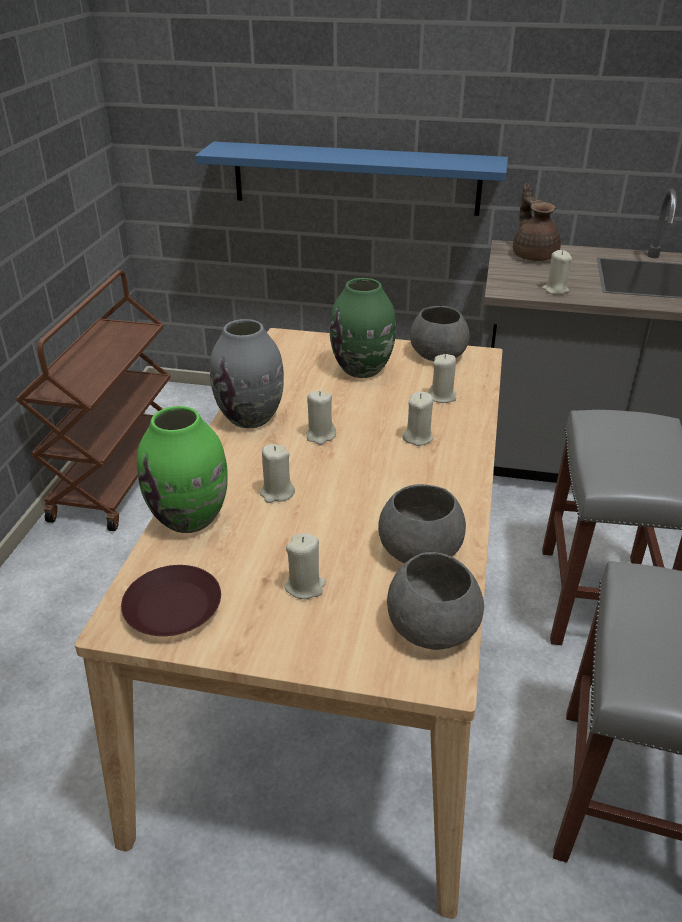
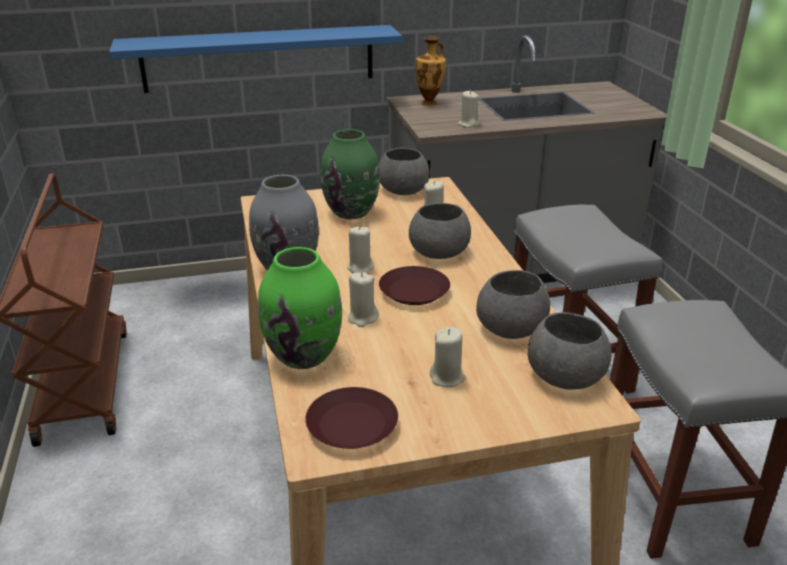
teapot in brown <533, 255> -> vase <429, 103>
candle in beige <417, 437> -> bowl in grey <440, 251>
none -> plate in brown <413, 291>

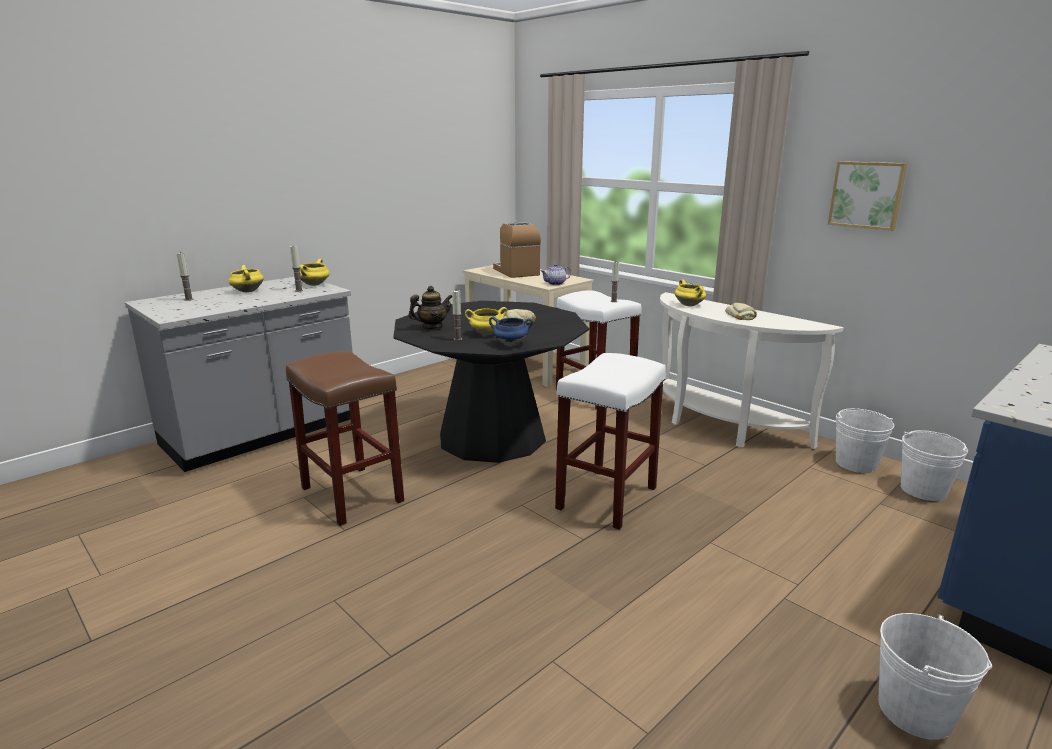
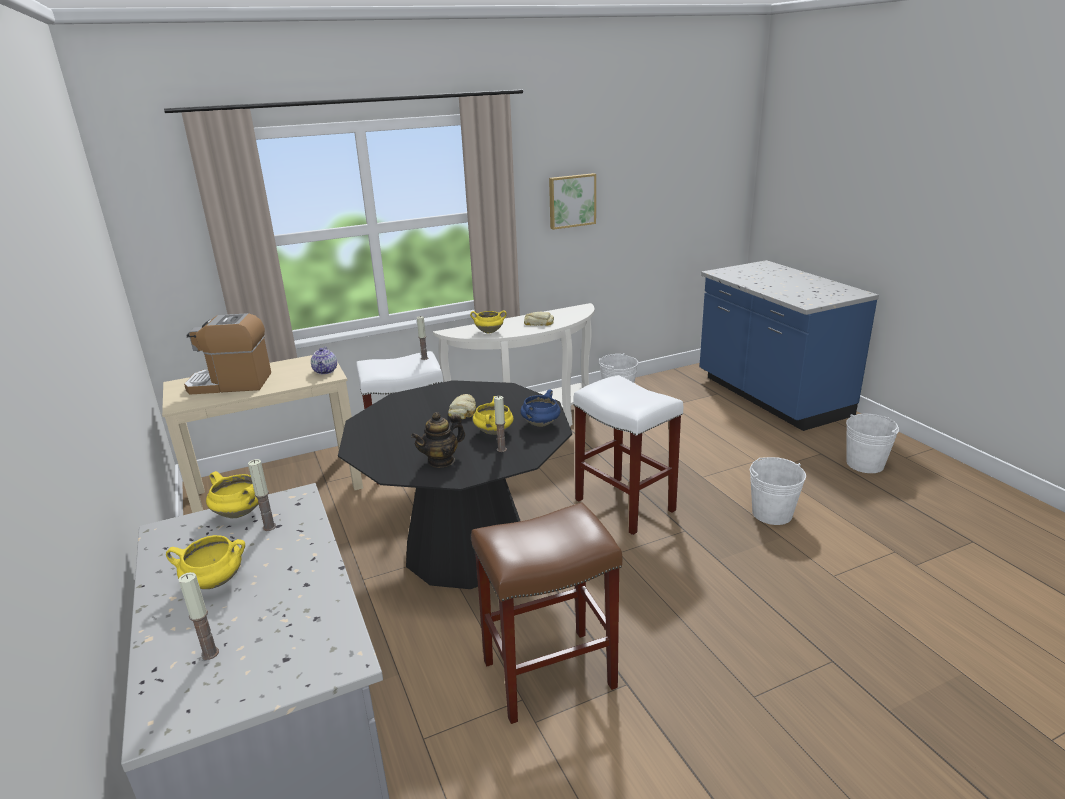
teapot <432, 327> -> teapot <441, 461>, 120 degrees counterclockwise
bucket in white <923, 490> -> bucket in white <772, 513>, moved

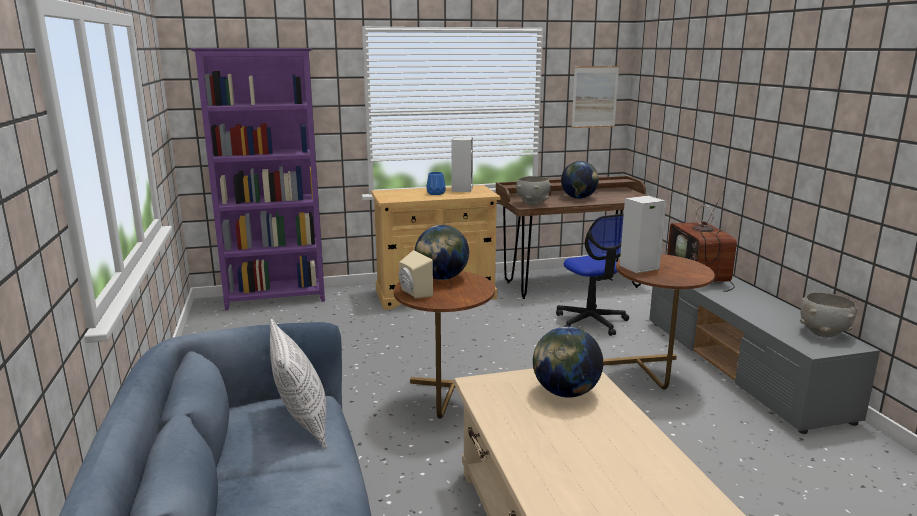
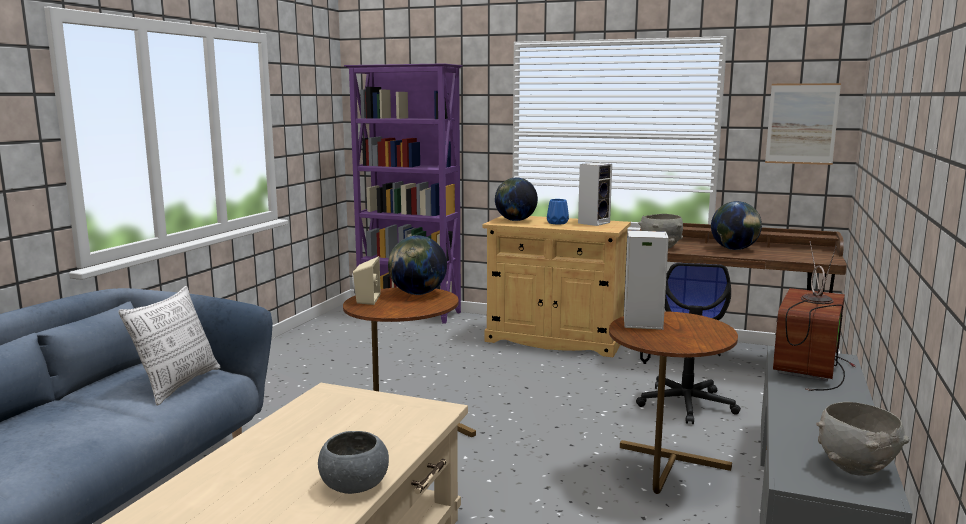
globe <565, 393> -> globe <515, 220>, moved
none -> bowl in grey <354, 486>

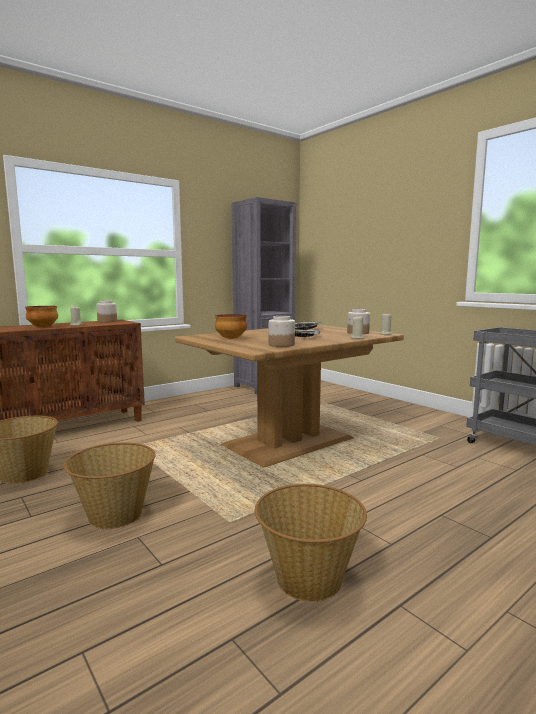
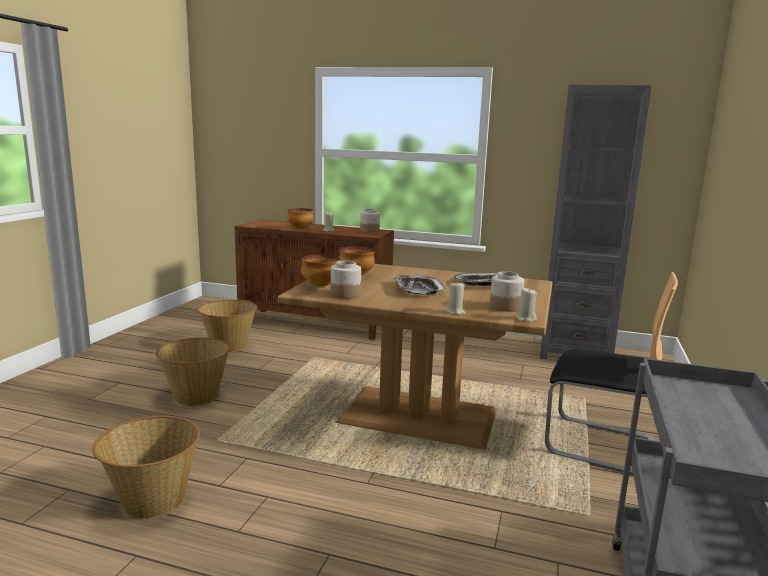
none -> bowl <321, 285>
none -> chair <600, 445>

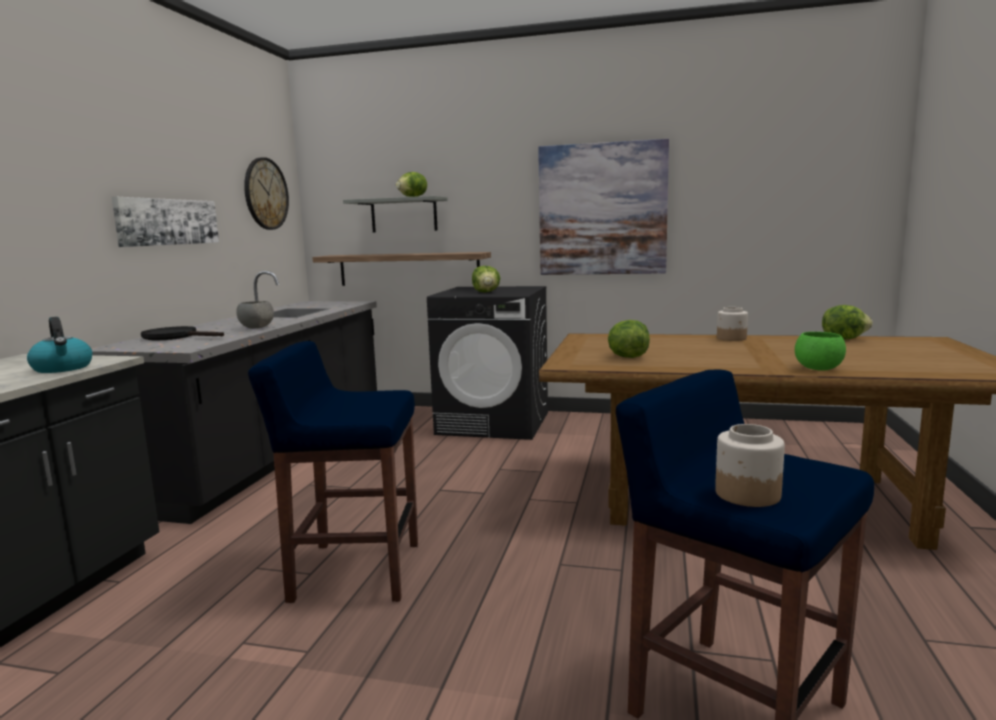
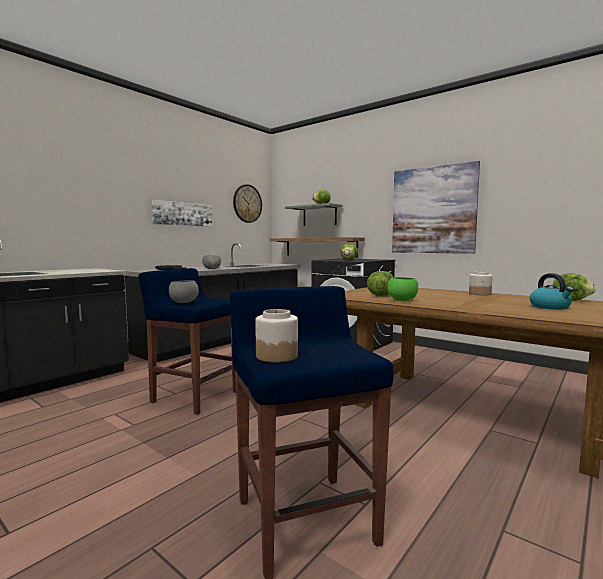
kettle <63, 368> -> kettle <550, 307>, moved
bowl in green <819, 369> -> bowl in green <402, 300>, moved
none -> bowl in grey <183, 302>

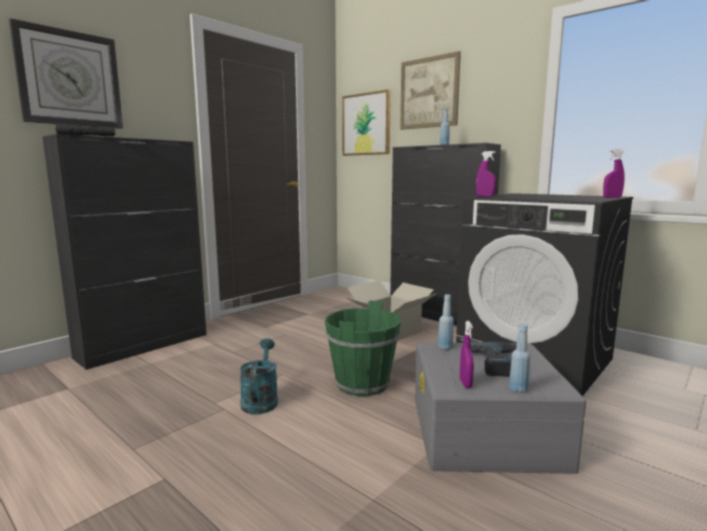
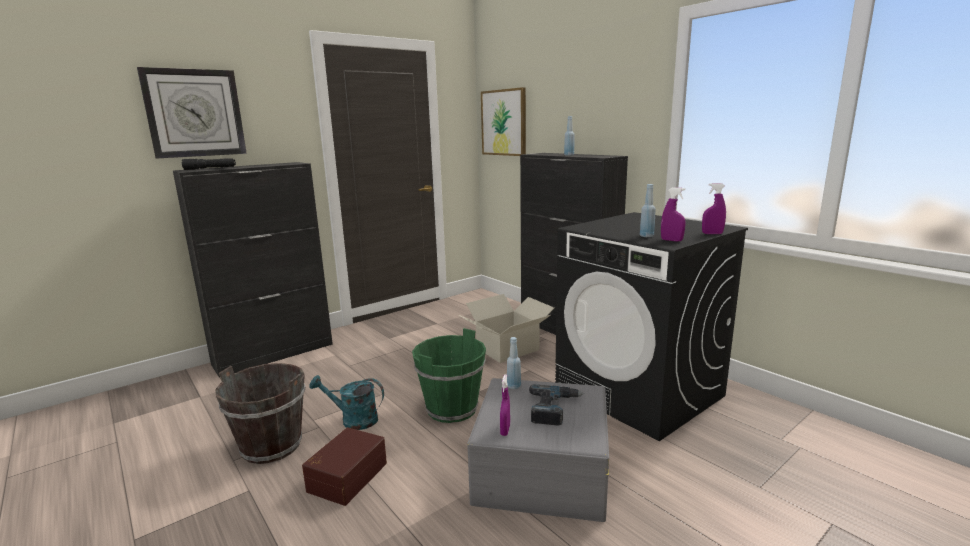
picture <429, 93> -> none
spray bottle in purple <485, 196> -> spray bottle in purple <671, 240>, moved
bottle in blue <518, 389> -> bottle in blue <646, 236>, moved
watering can in turquoise <260, 400> -> watering can in turquoise <353, 420>, 90 degrees counterclockwise
none -> bucket in brown <272, 446>
none -> storage box in brown <346, 476>

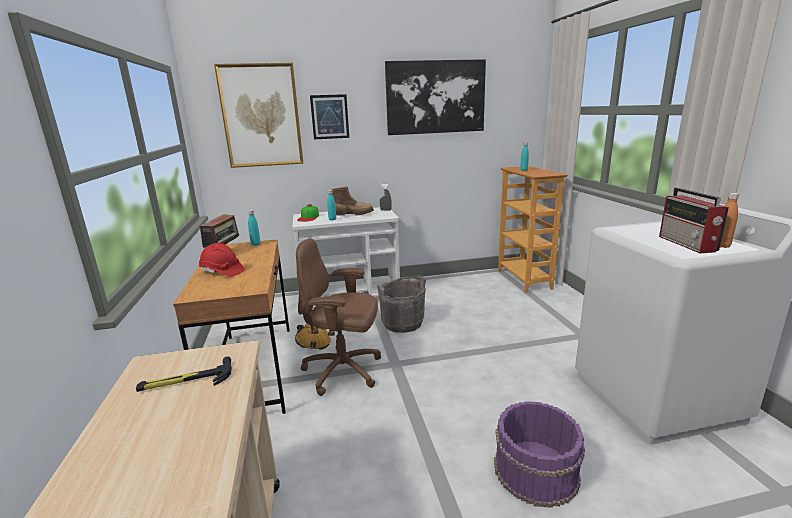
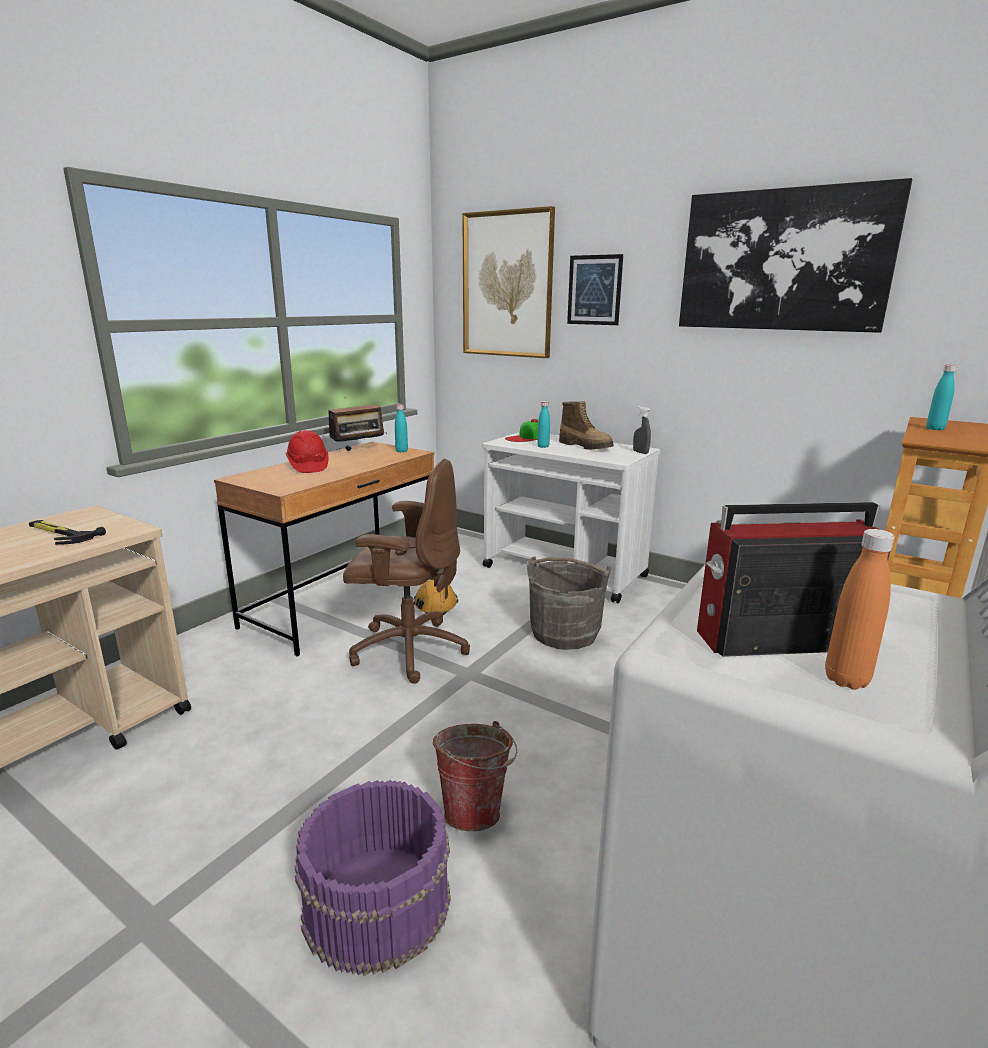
radio <687, 244> -> radio <775, 640>, 45 degrees clockwise
office chair in brown <344, 371> -> office chair in brown <408, 649>, 135 degrees clockwise
none -> bucket <475, 809>

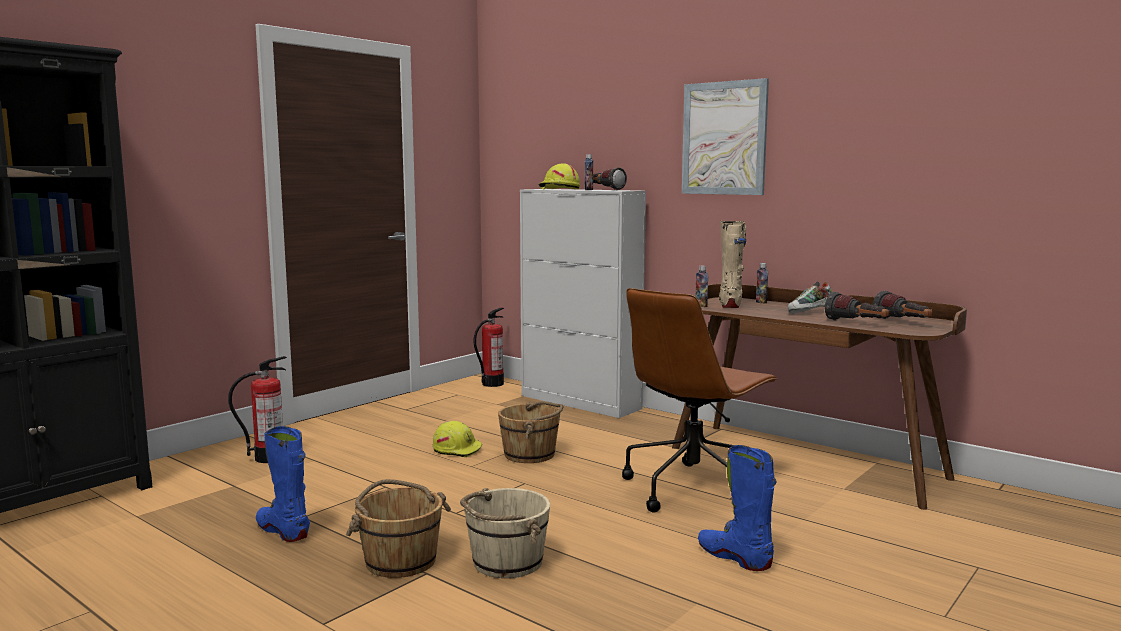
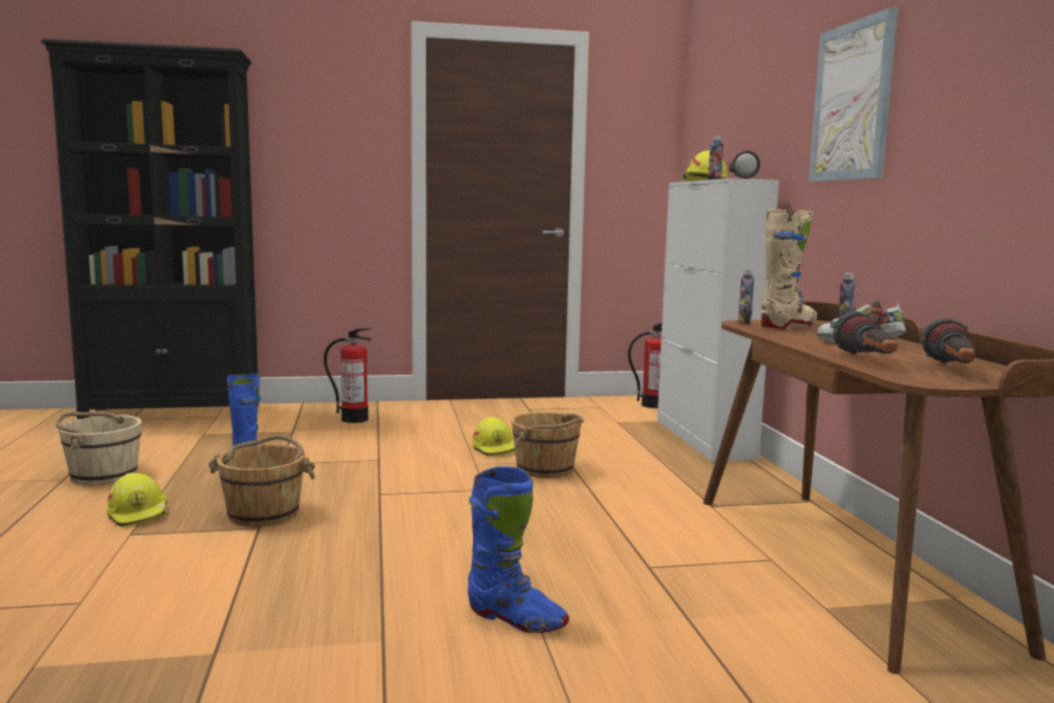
office chair in brown <693, 488> -> none
boot in blue <734, 557> -> boot in blue <515, 619>, 120 degrees clockwise
bucket in beige <506, 562> -> bucket in beige <103, 475>, moved
none -> hard hat in yellow <139, 514>

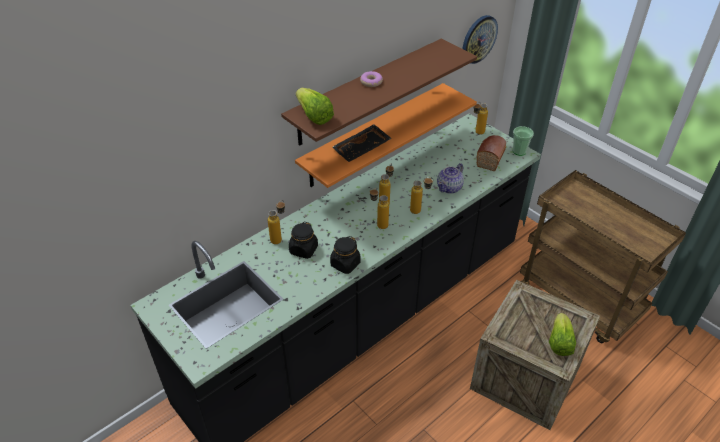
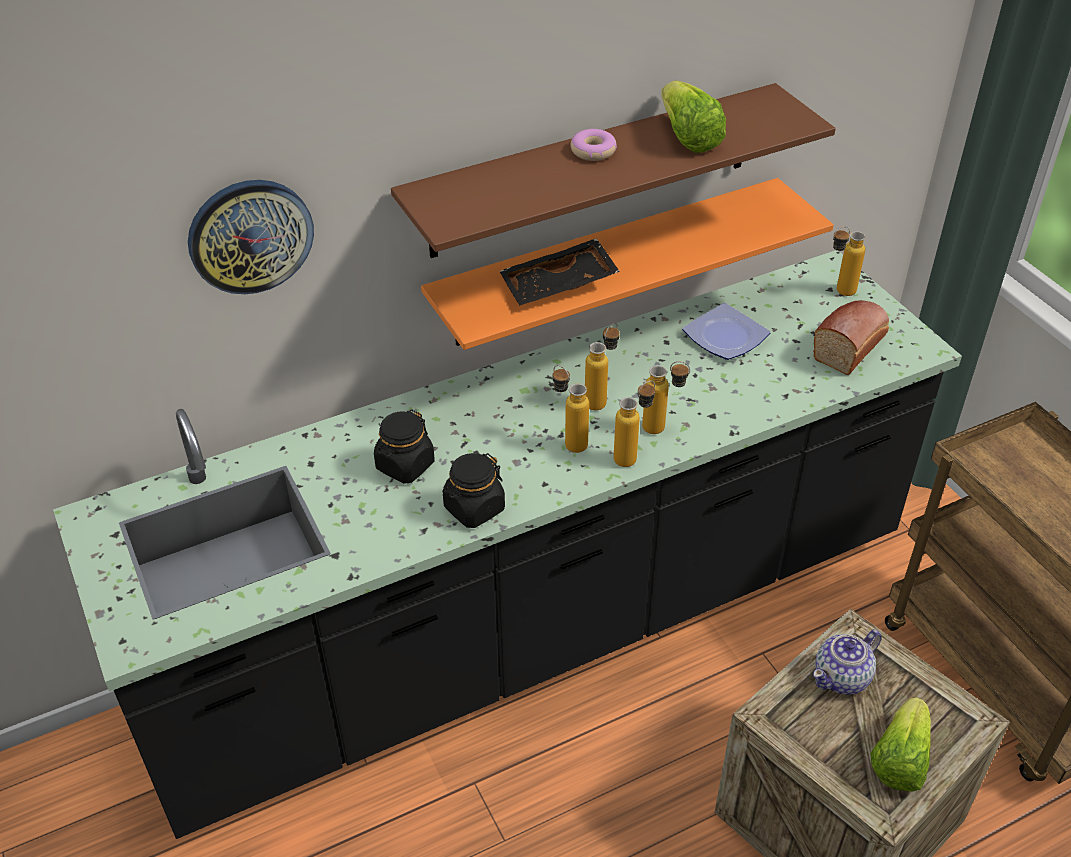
wall clock <478, 39> -> wall clock <250, 236>, moved
lettuce <314, 116> -> lettuce <688, 137>, moved
cup <519, 151> -> none
teapot <449, 187> -> teapot <842, 677>, moved
bottle <279, 238> -> bottle <632, 456>, moved
none -> plate <727, 337>

